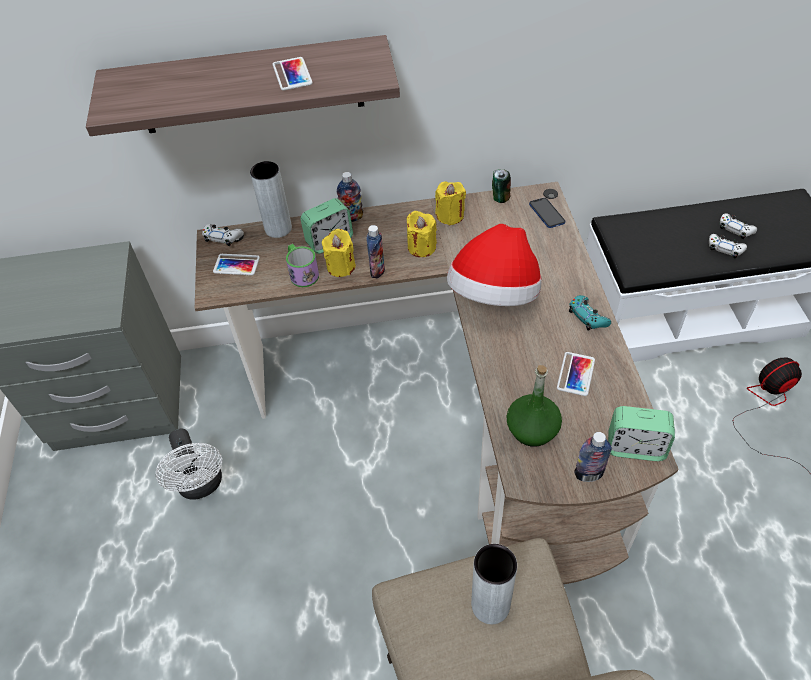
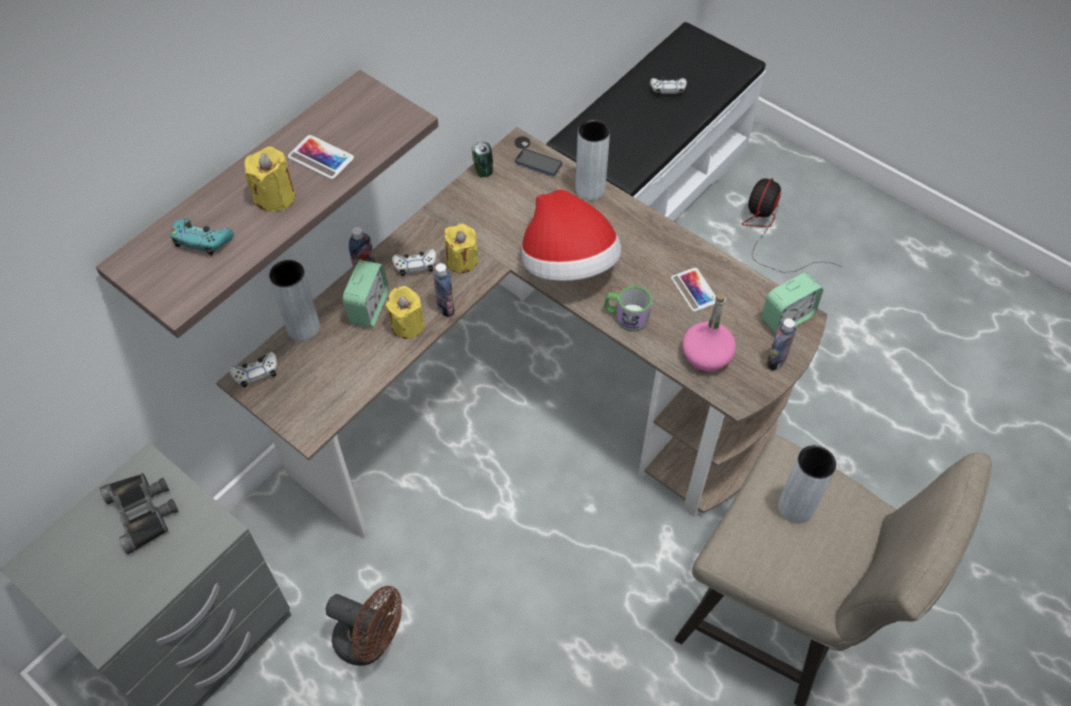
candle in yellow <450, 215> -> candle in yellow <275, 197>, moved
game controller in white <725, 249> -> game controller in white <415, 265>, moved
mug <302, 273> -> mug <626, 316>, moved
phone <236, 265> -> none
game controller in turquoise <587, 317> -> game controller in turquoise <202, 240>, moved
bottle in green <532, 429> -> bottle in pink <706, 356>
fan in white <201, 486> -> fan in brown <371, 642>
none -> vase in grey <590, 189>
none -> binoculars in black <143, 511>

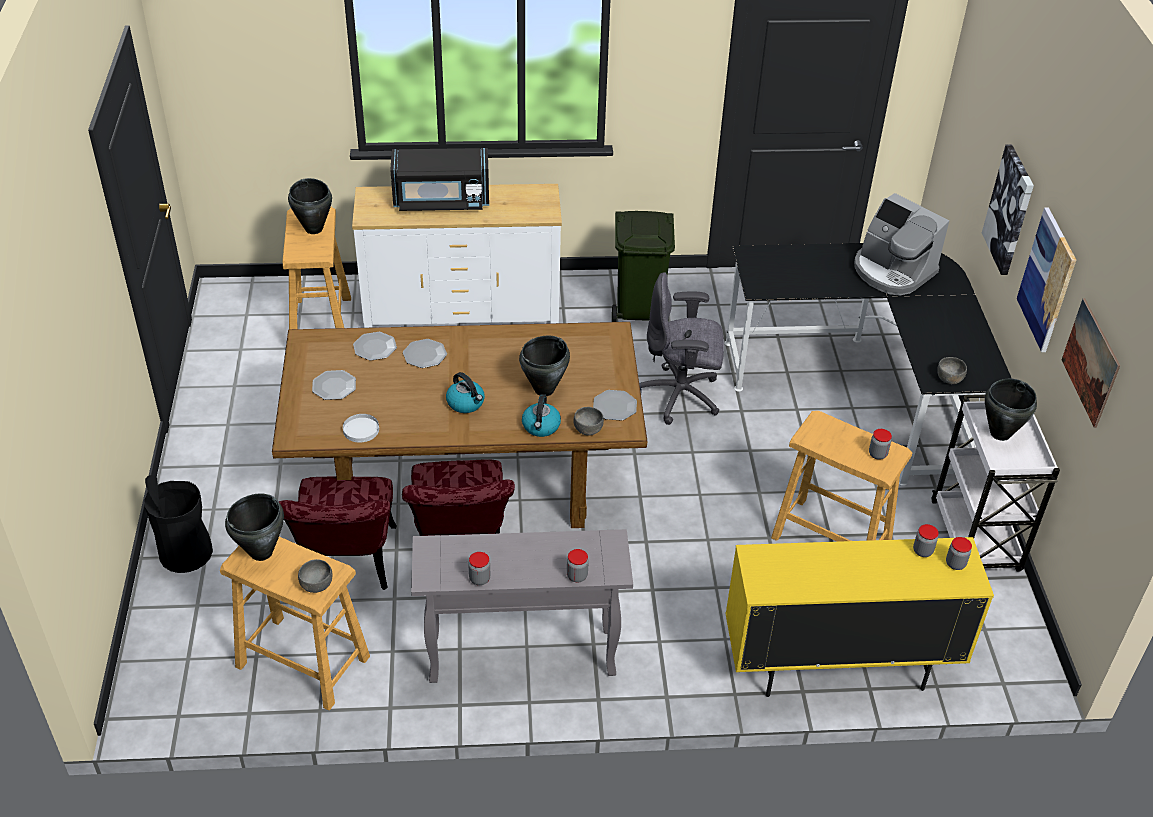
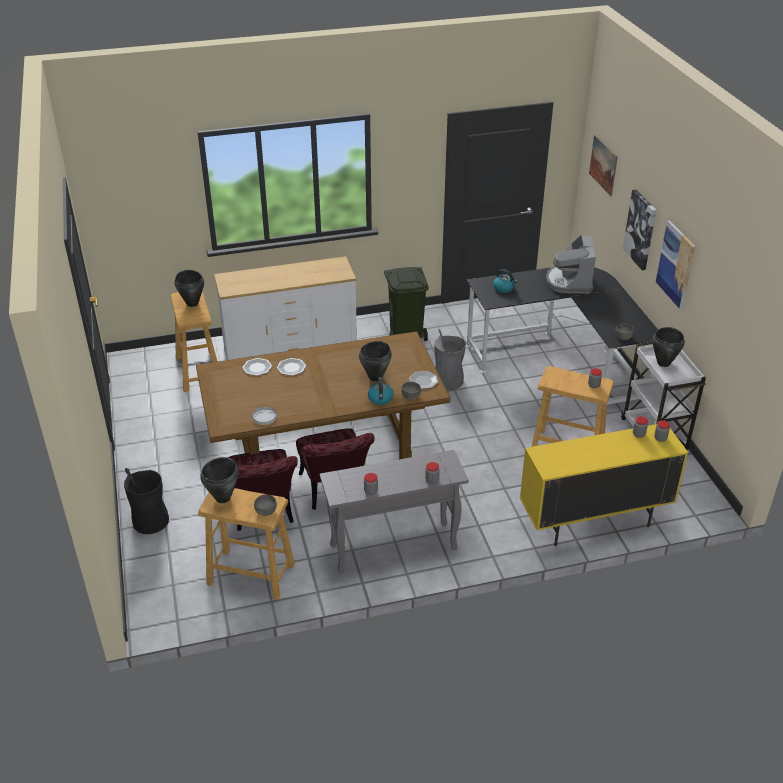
microwave in black <441, 200> -> none
coffee machine <892, 271> -> coffee machine <569, 282>, 60 degrees clockwise
office chair in grey <681, 396> -> trash can in grey <448, 381>
picture <1090, 362> -> picture <603, 165>, moved
plate <334, 386> -> none
kettle <466, 403> -> kettle <504, 288>, moved

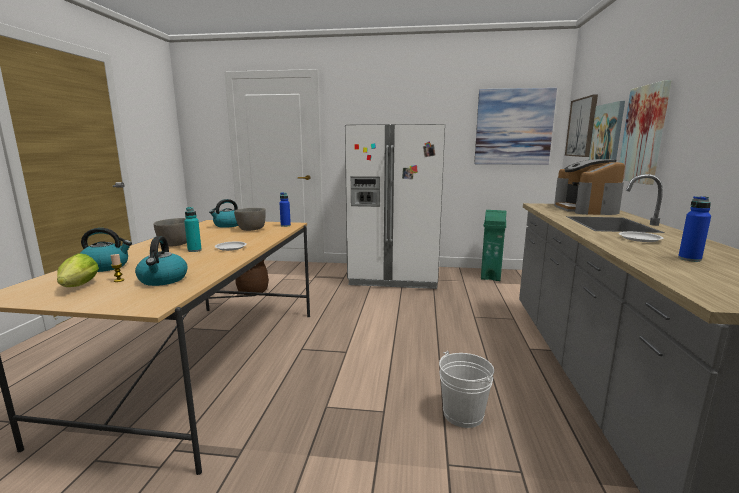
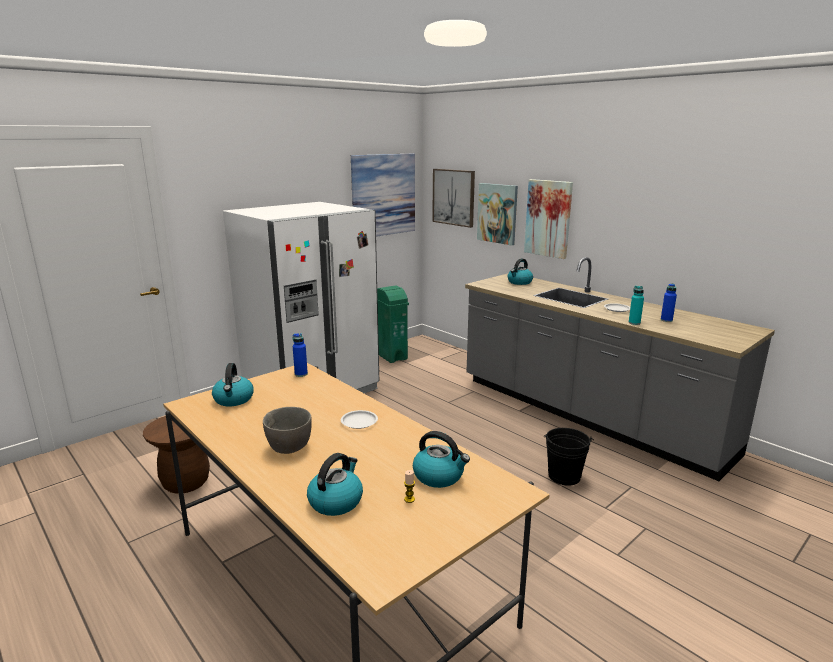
coffee machine <586, 209> -> kettle <519, 282>
bottle in turquoise <194, 250> -> bottle in turquoise <634, 323>, moved
bowl in grey <251, 229> -> none
lettuce <78, 287> -> none
bucket in white <463, 414> -> bucket in black <564, 476>

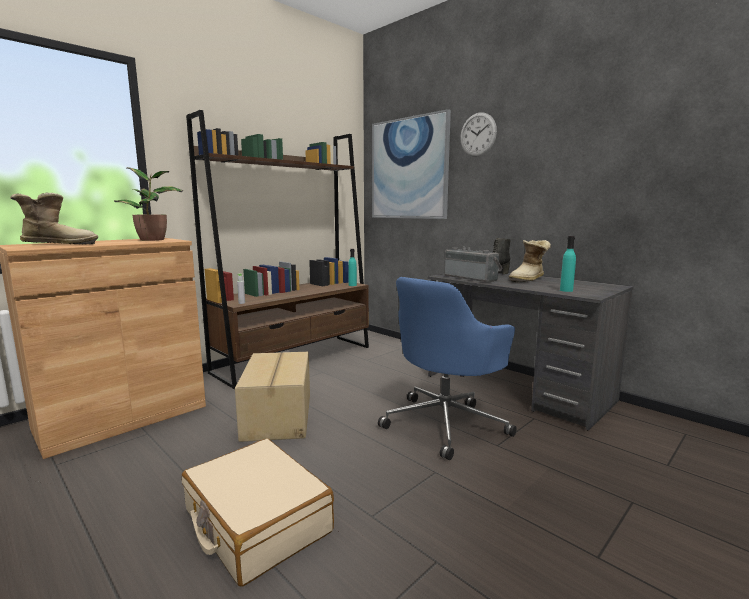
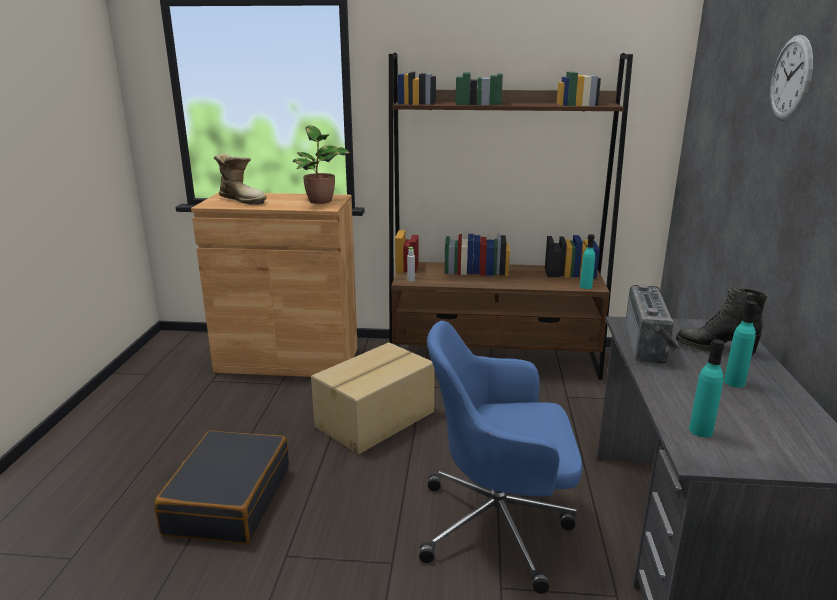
picture <408, 169> -> none
boot <529, 279> -> bottle in turquoise <734, 382>
suitcase in beige <256, 521> -> suitcase in black <228, 500>

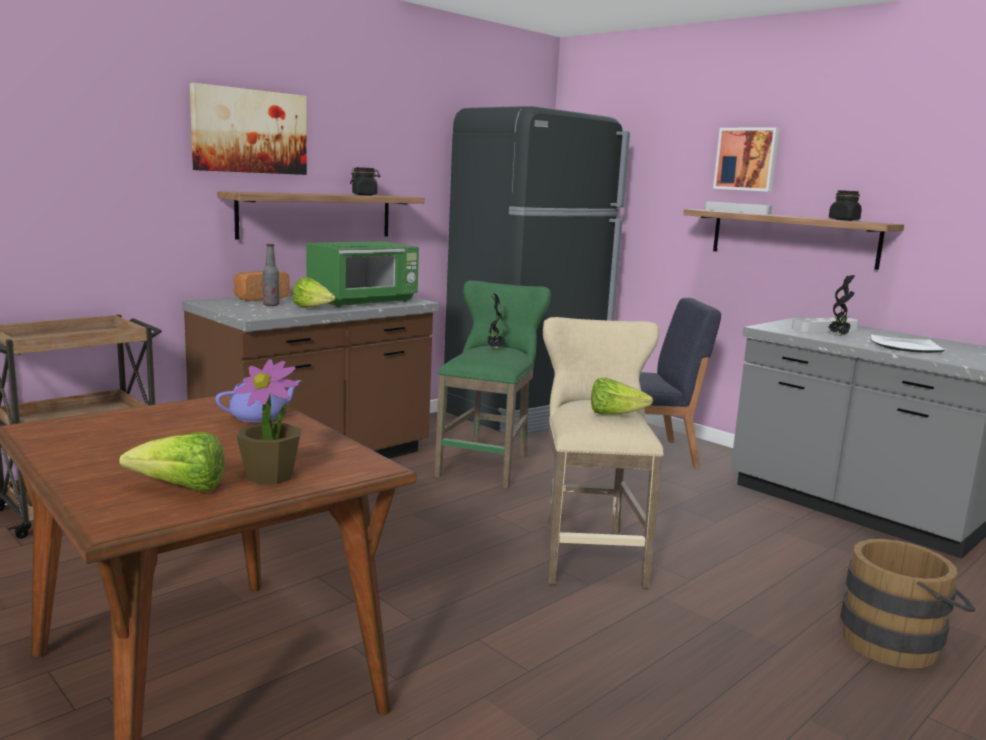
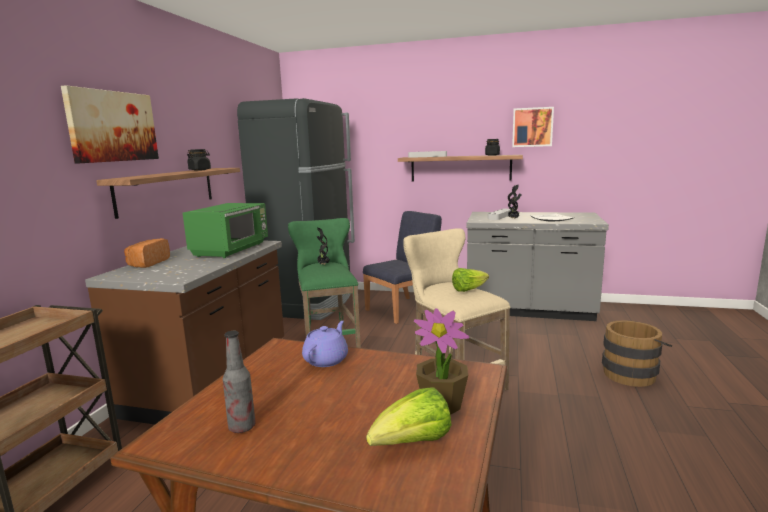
picture <747, 159> -> picture <532, 127>, moved
bottle <271, 305> -> bottle <242, 427>, moved
lettuce <313, 308> -> none

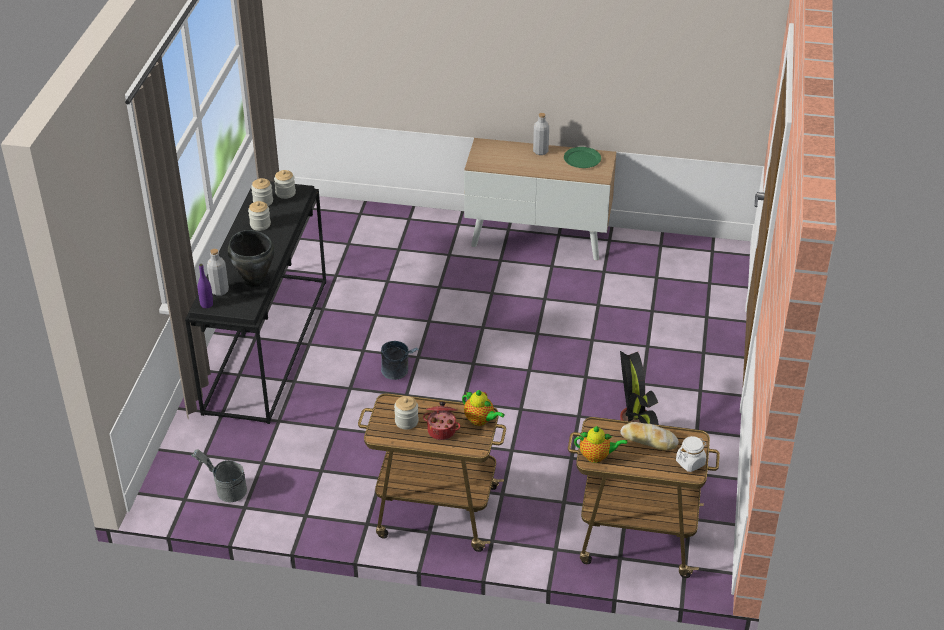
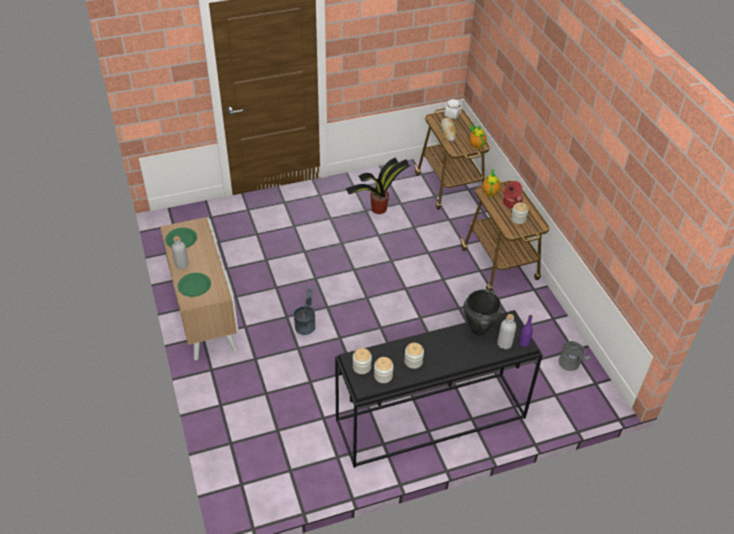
bucket in grey <398, 373> -> bucket in grey <306, 324>, moved
none -> plate in green <194, 286>

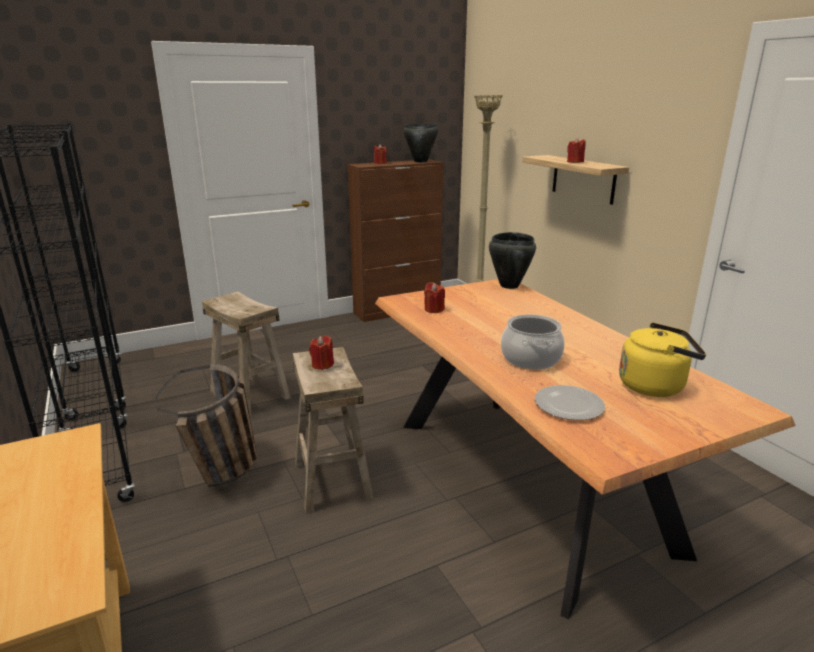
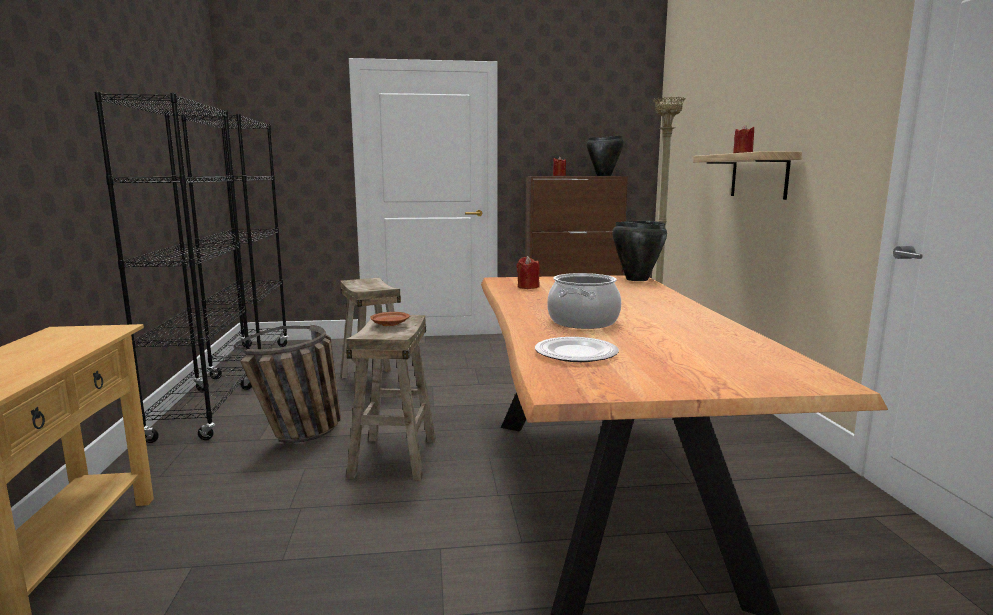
kettle in yellow <655, 386> -> none
candle in red <322, 365> -> plate in brown <390, 324>

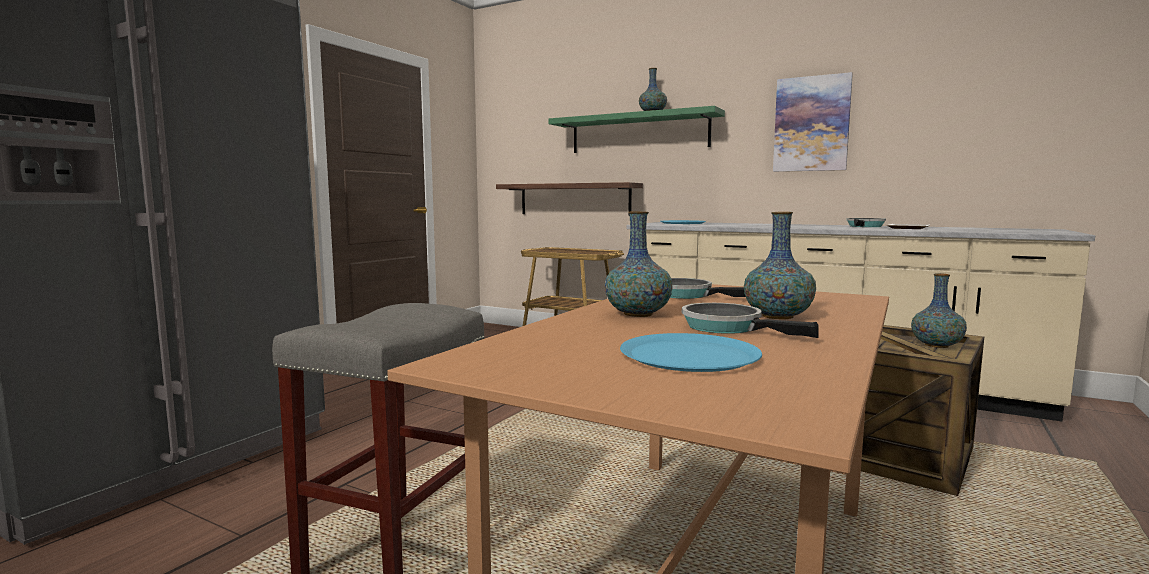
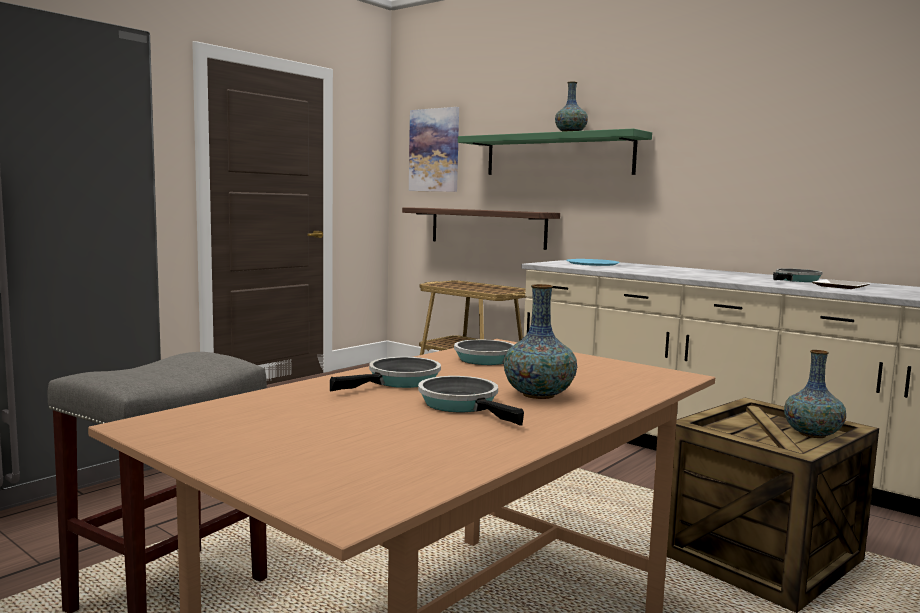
picture <811, 124> -> picture <434, 150>, moved
vase <638, 314> -> frying pan <399, 381>
plate in blue <689, 355> -> none

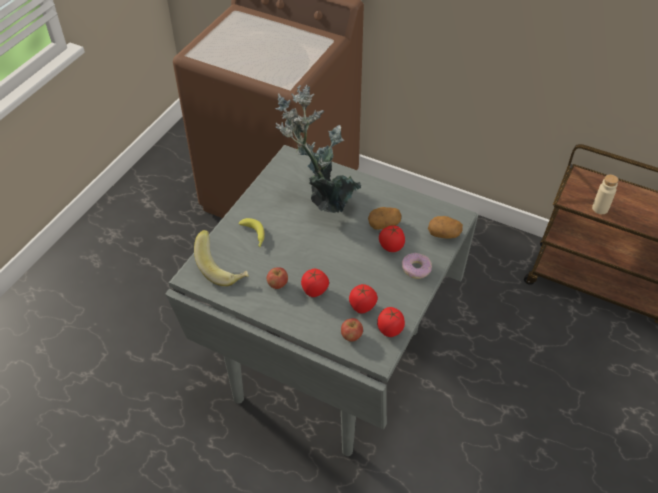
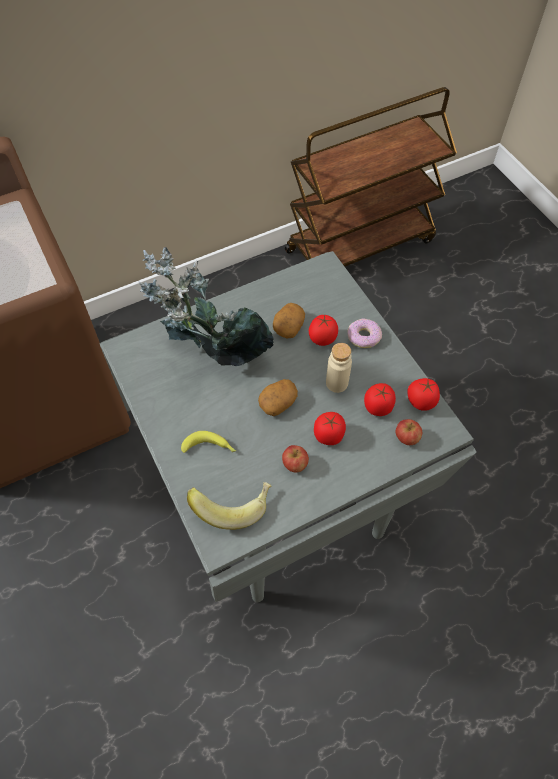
bottle in beige <600, 208> -> bottle in beige <337, 383>, moved
potato <444, 233> -> potato <278, 402>, moved

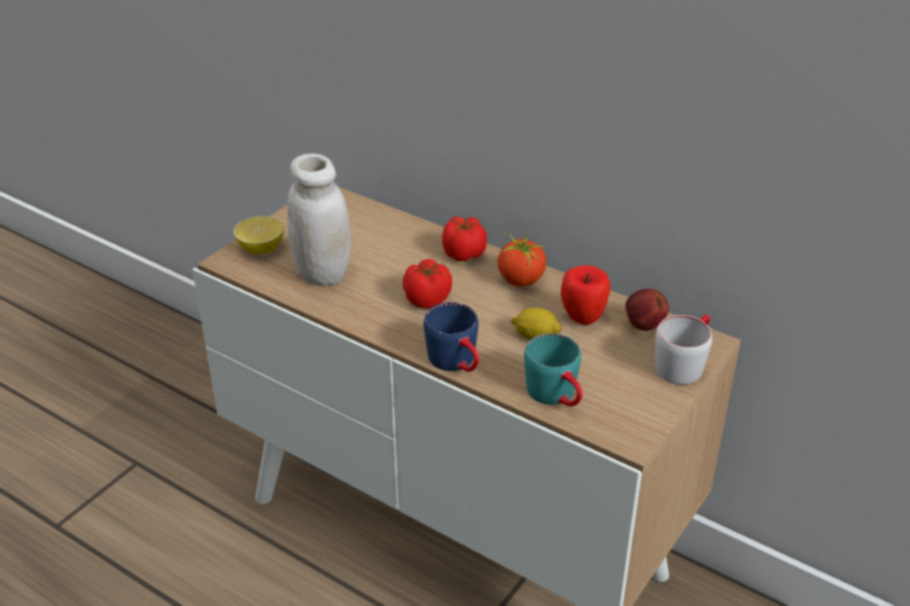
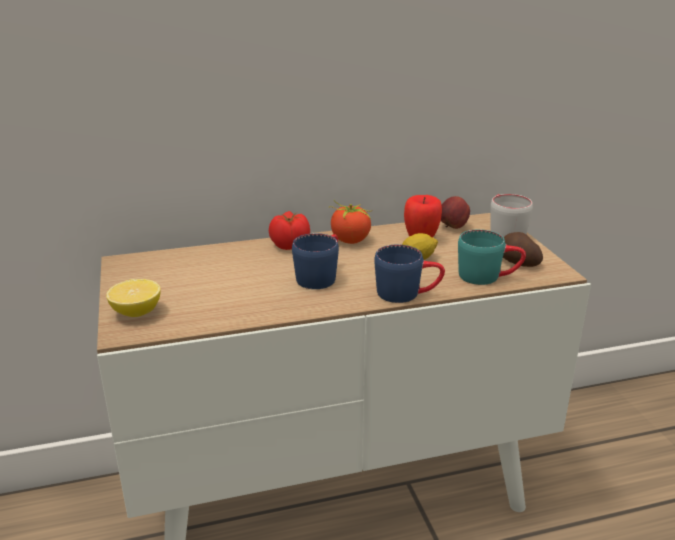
jar in white <322, 273> -> none
tomato <428, 299> -> mug in blue <320, 276>
none -> potato <517, 262>

